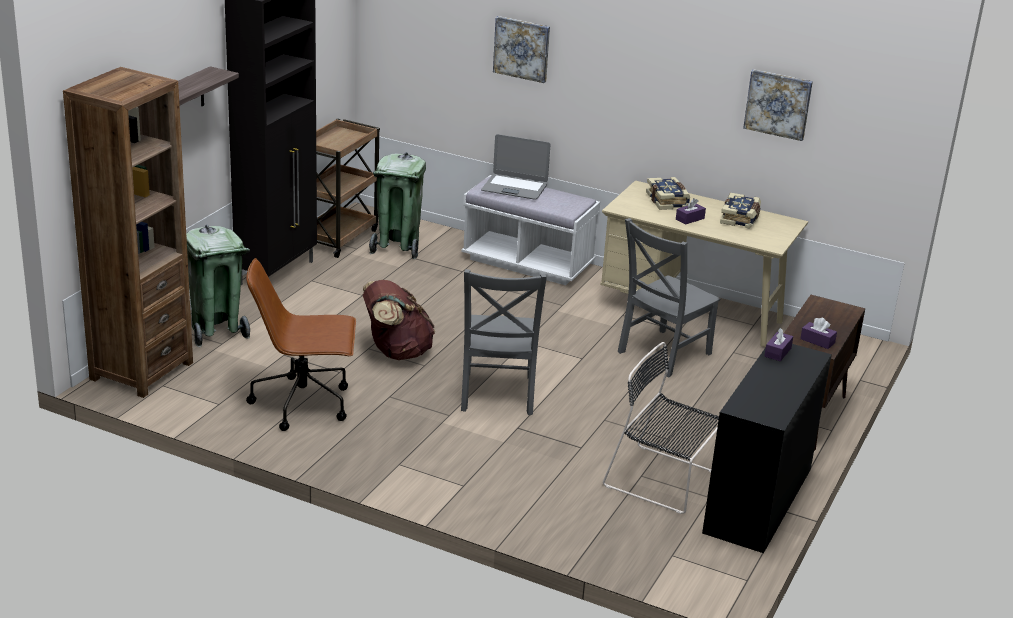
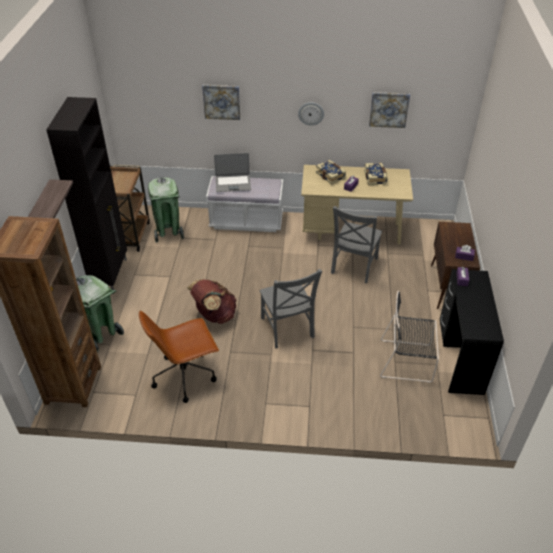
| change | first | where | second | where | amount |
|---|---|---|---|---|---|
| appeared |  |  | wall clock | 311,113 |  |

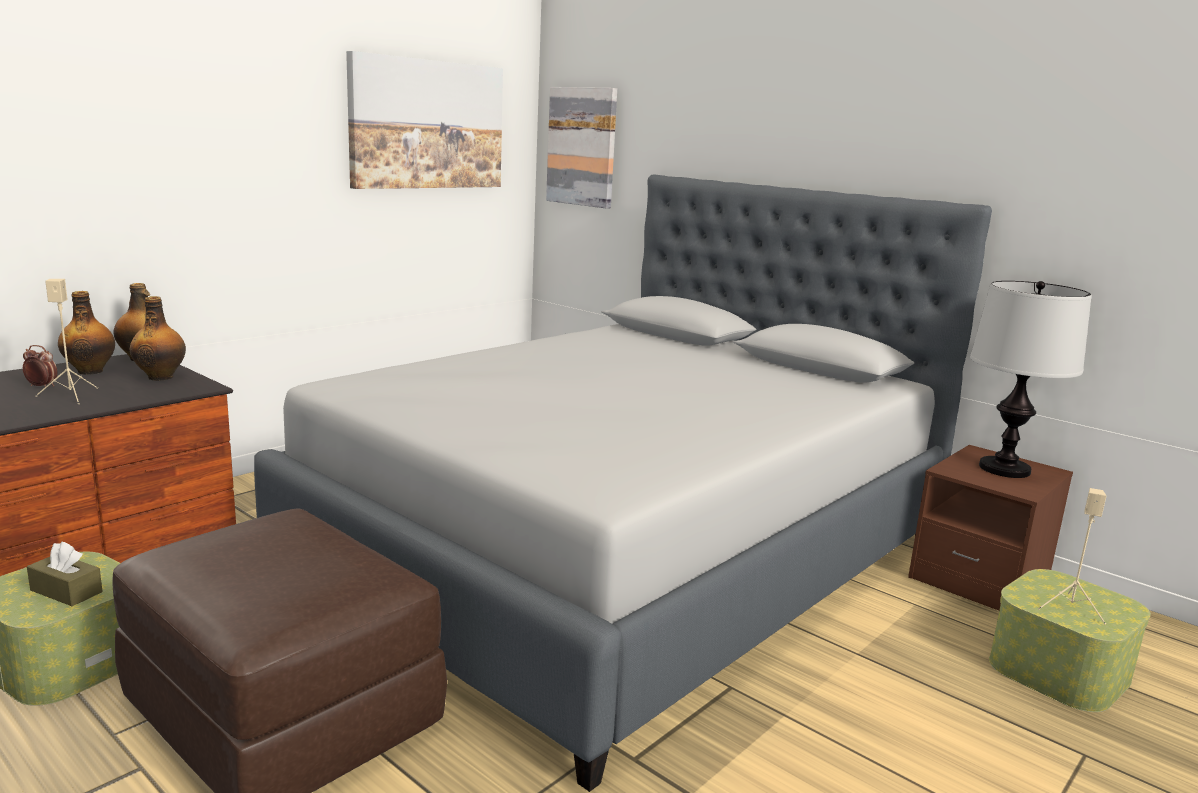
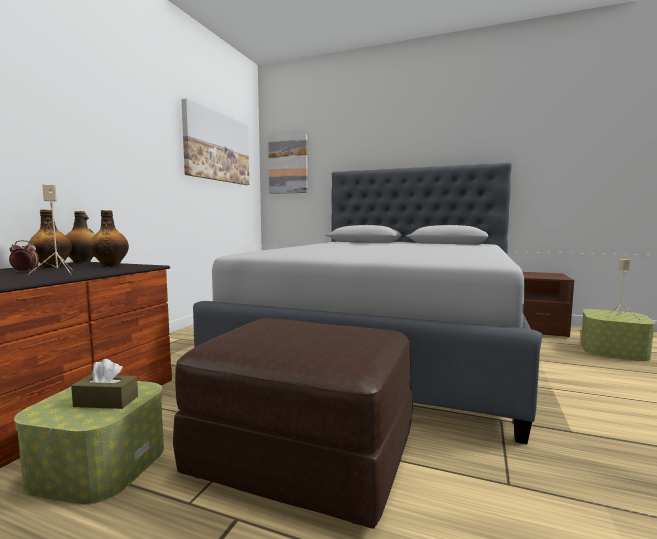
| change | first | where | second | where | amount |
|---|---|---|---|---|---|
| missing | table lamp | 1004,469 |  |  |  |

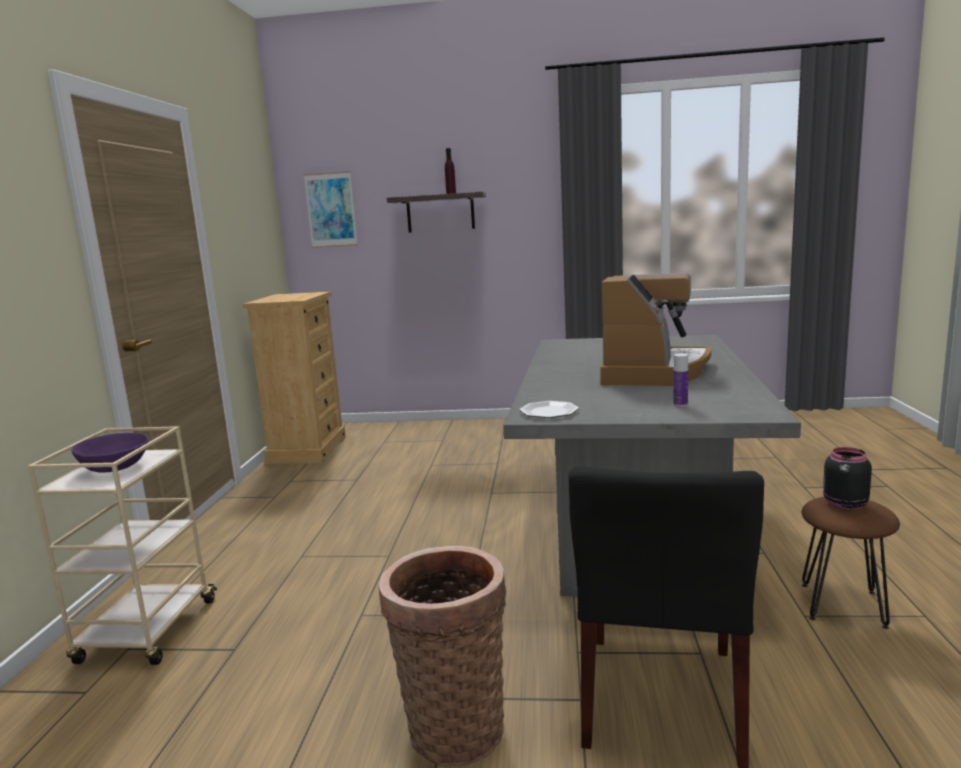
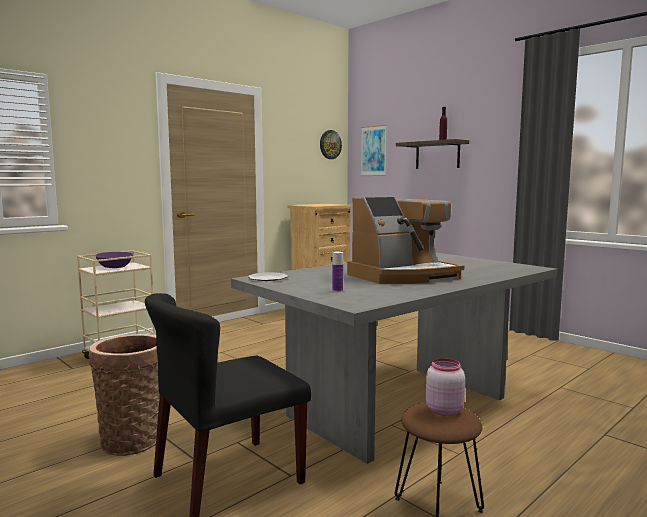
| change | first | where | second | where | amount |
|---|---|---|---|---|---|
| colour | black jar | 843,504 | pink jar | 443,410 |  |
| appeared |  |  | wall clock | 330,144 |  |

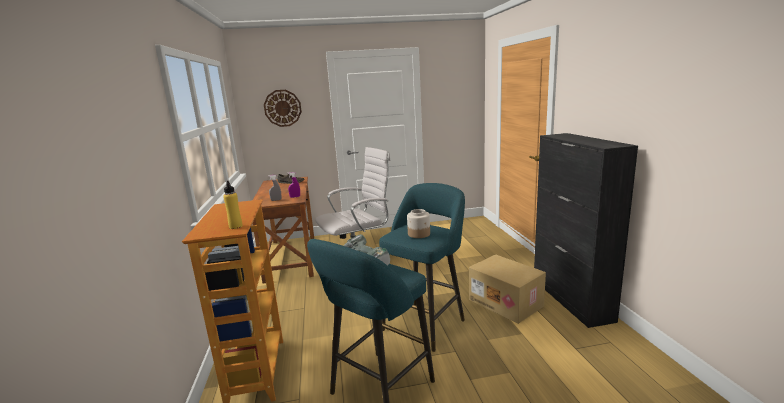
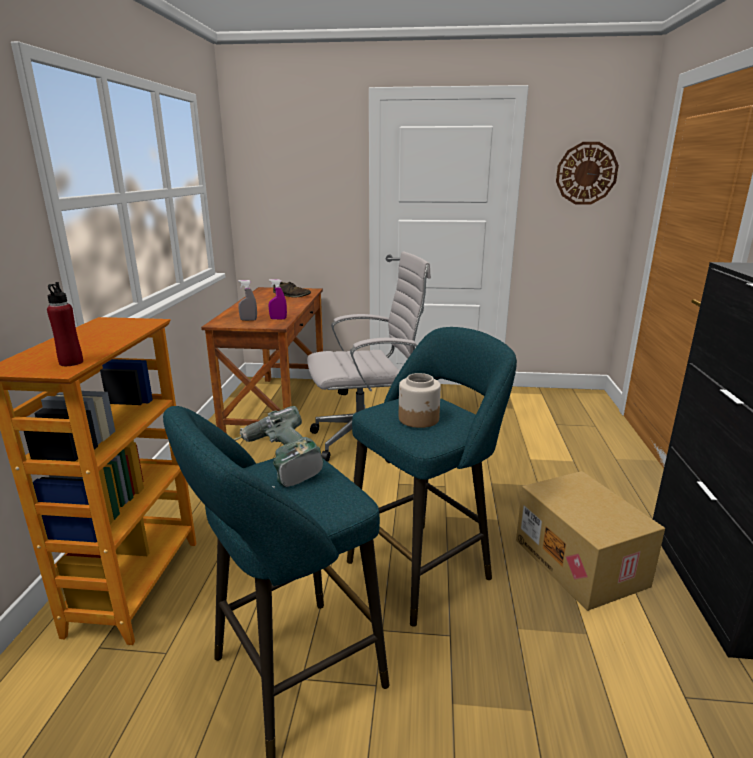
| change | first | where | second | where | amount |
|---|---|---|---|---|---|
| colour | yellow bottle | 235,226 | red bottle | 71,362 |  |
| relocated | wall clock | 282,108 |  | 586,173 |  |

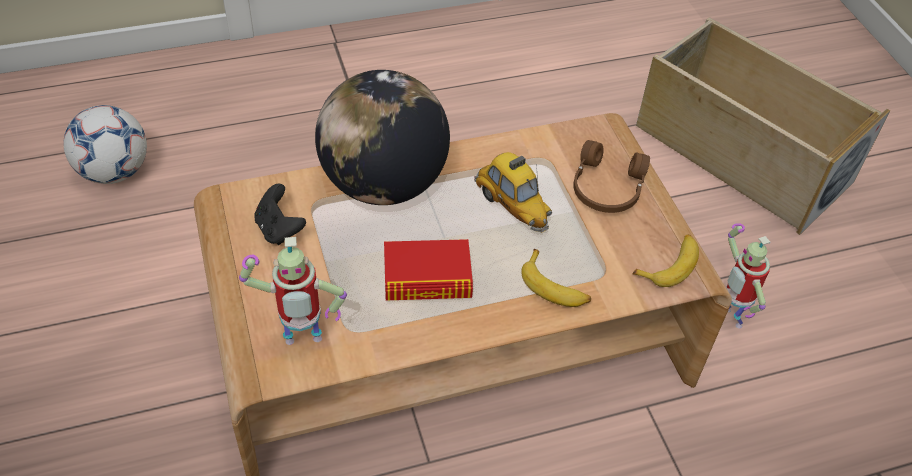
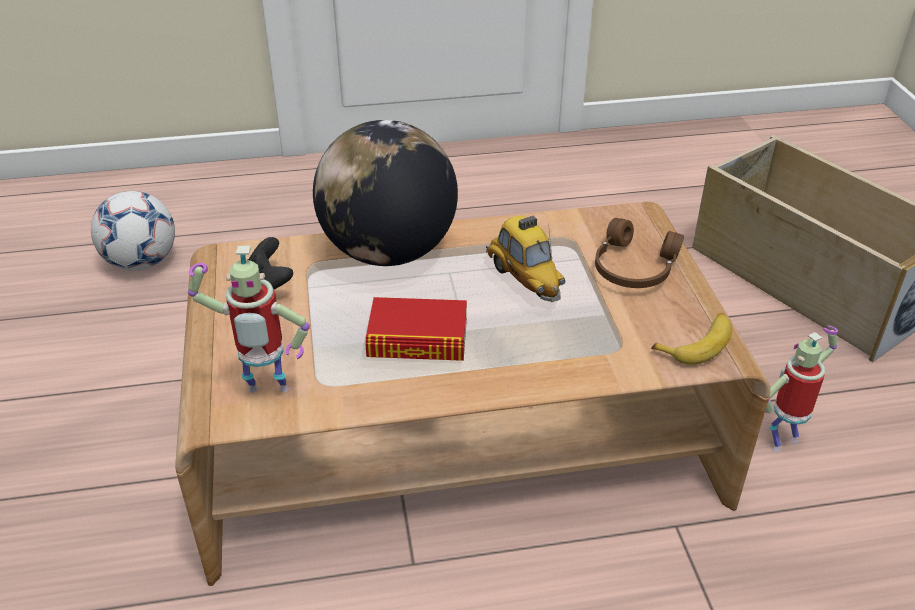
| change | first | where | second | where | amount |
|---|---|---|---|---|---|
| missing | banana | 554,287 |  |  |  |
| spun | toy robot | 728,318 |  | 782,441 | 75 degrees clockwise |

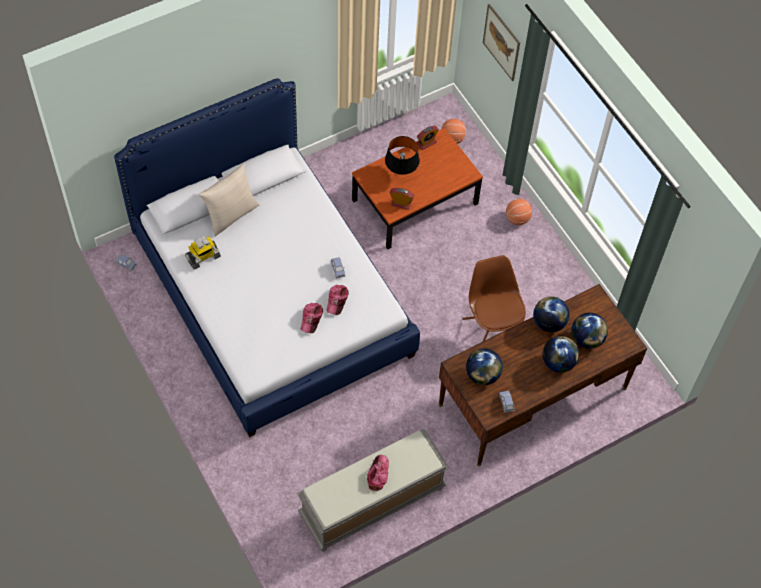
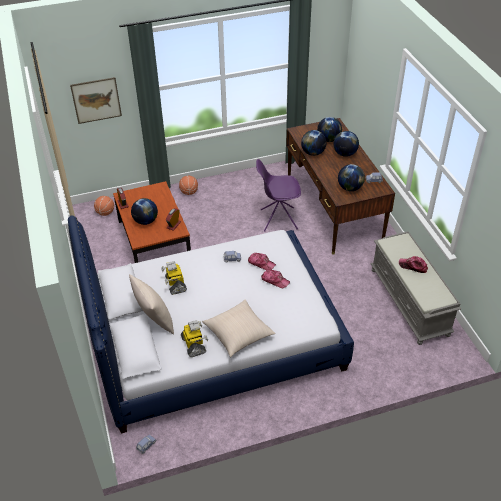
| change | first | where | second | where | amount |
|---|---|---|---|---|---|
| exchanged | black table lamp | 401,173 | globe | 145,221 |  |
| colour | brown chair | 490,331 | purple chair | 278,219 |  |
| appeared |  |  | toy robot | 175,284 |  |
| appeared |  |  | beige pillow | 238,334 |  |

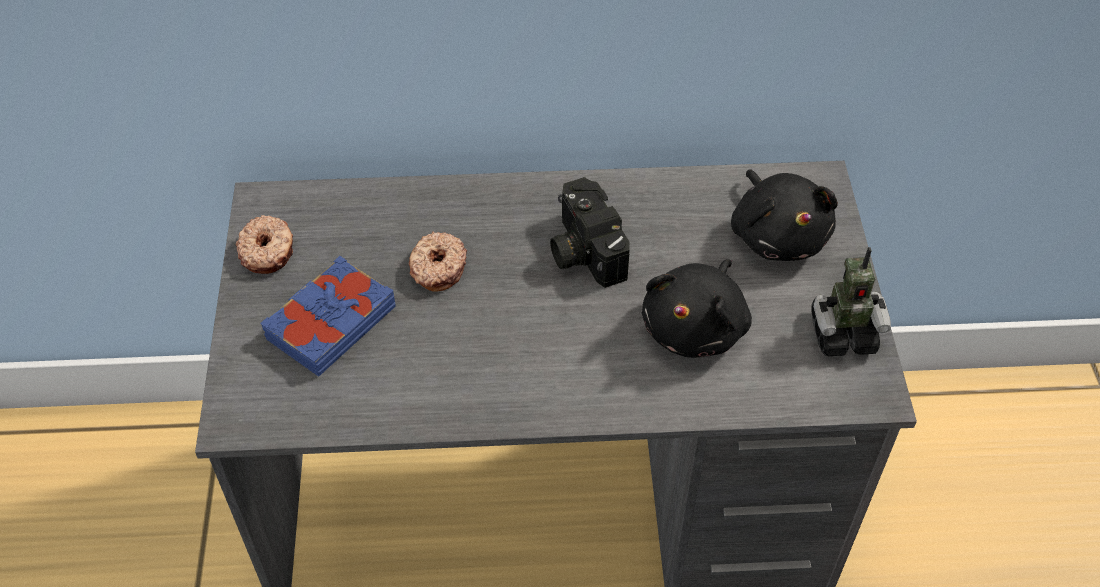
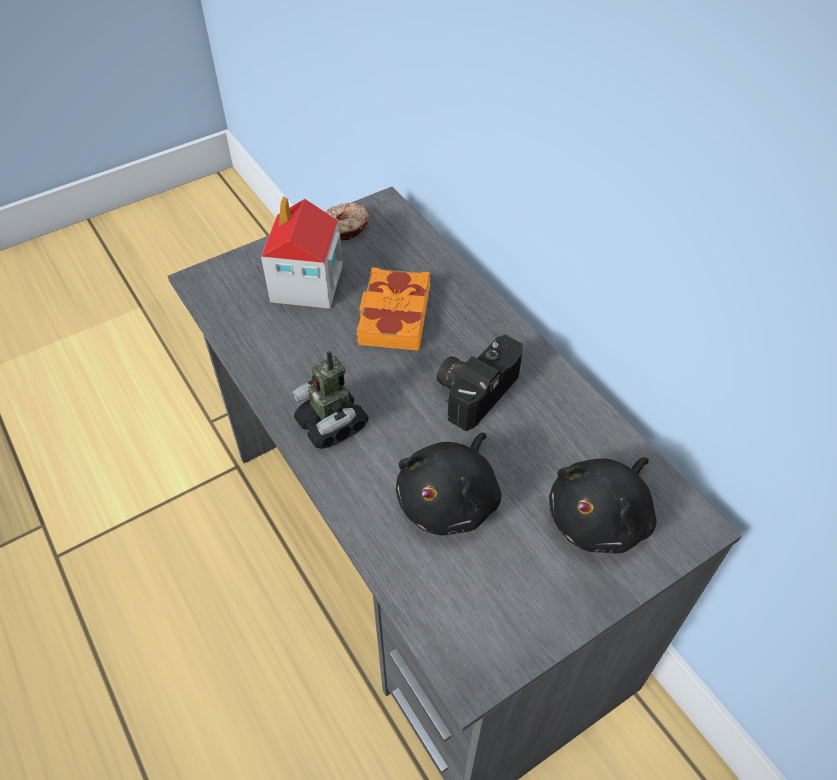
| change | first | where | second | where | amount |
|---|---|---|---|---|---|
| exchanged | blue book | 330,322 | toy house | 306,285 |  |
| exchanged | donut | 437,268 | orange book | 393,315 |  |
| spun | black plush toy | 696,327 |  | 450,500 | 60 degrees counterclockwise |
| relocated | toy robot | 842,334 |  | 332,424 |  |

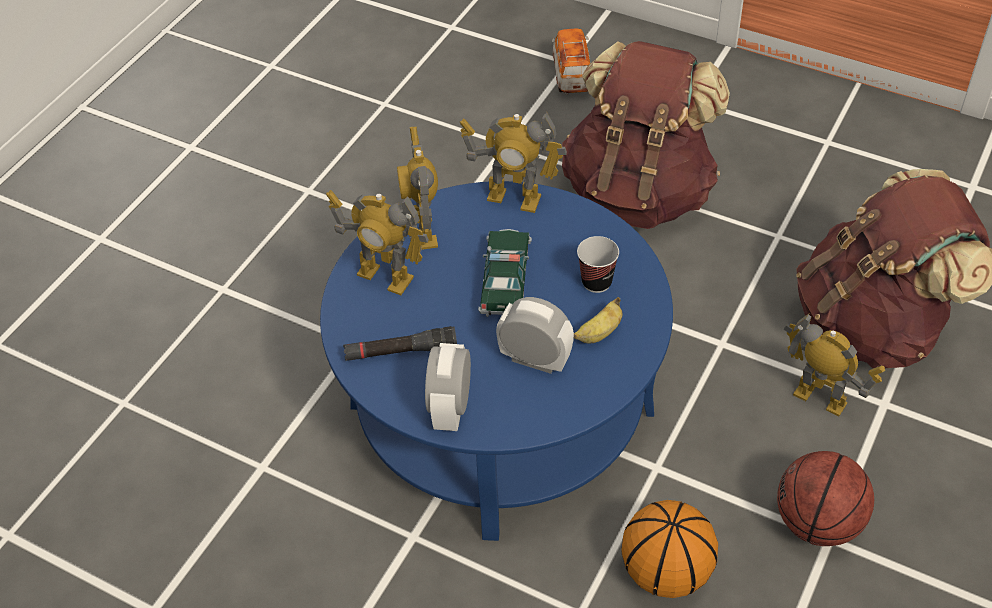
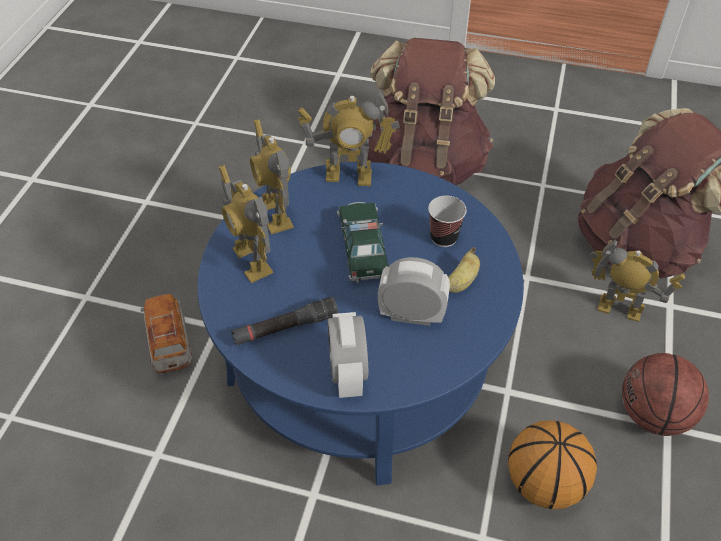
| change | first | where | second | where | amount |
|---|---|---|---|---|---|
| spun | toy robot | 385,277 |  | 252,261 | 45 degrees clockwise |
| relocated | toy car | 572,76 |  | 170,344 |  |

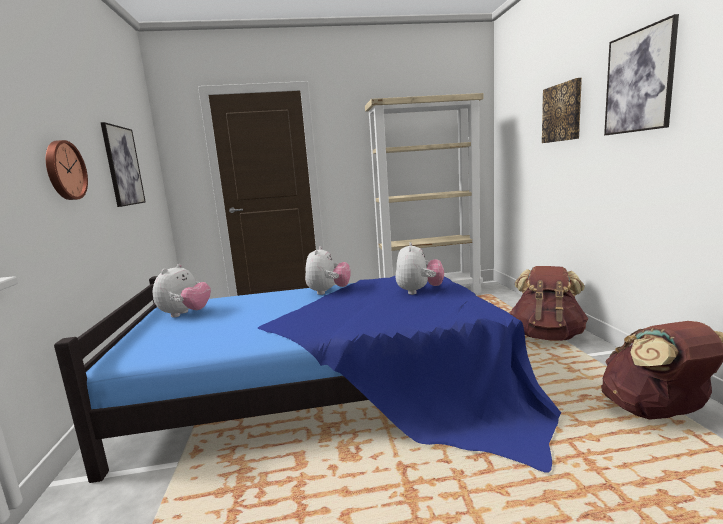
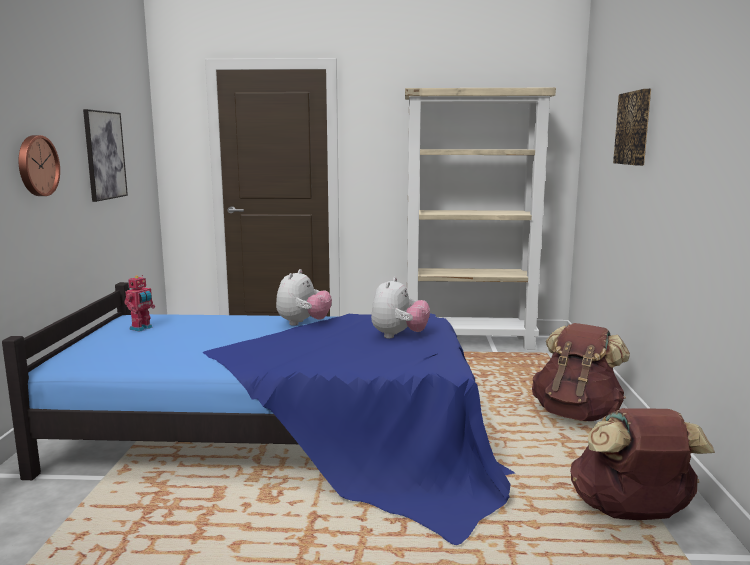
| change | first | where | second | where | amount |
|---|---|---|---|---|---|
| exchanged | plush toy | 185,314 | toy robot | 142,328 |  |
| missing | picture | 639,81 |  |  |  |

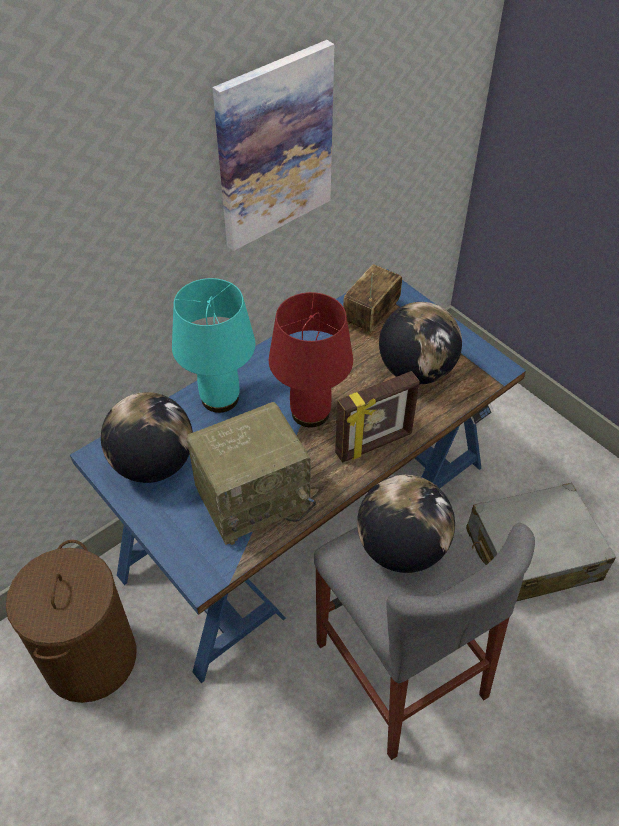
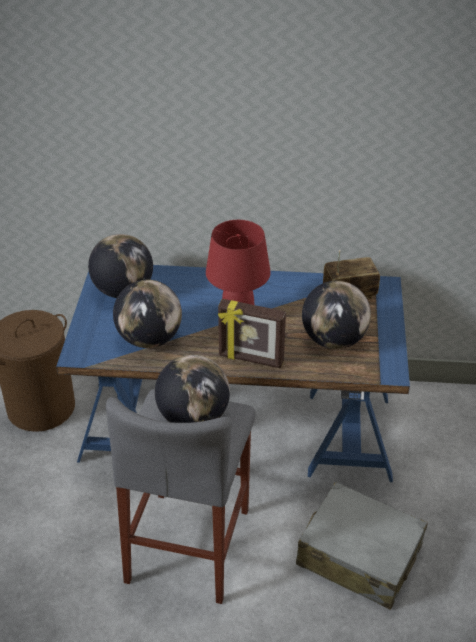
| change | first | where | second | where | amount |
|---|---|---|---|---|---|
| missing | turquoise table lamp | 220,397 |  |  |  |
| exchanged | radio | 253,498 | globe | 149,339 |  |
| missing | picture | 274,147 |  |  |  |

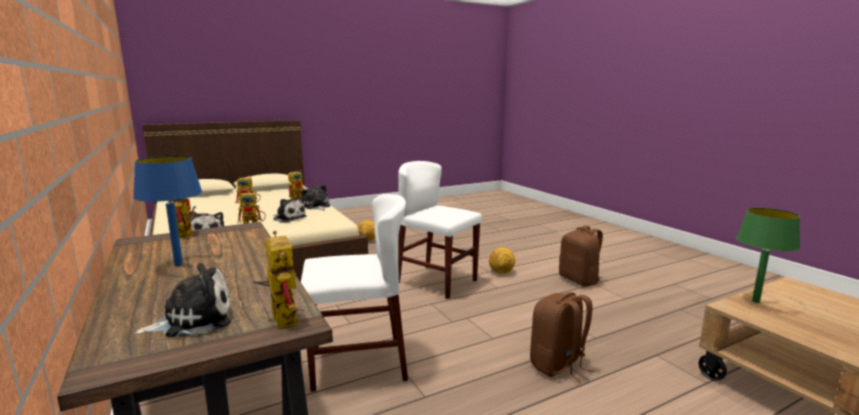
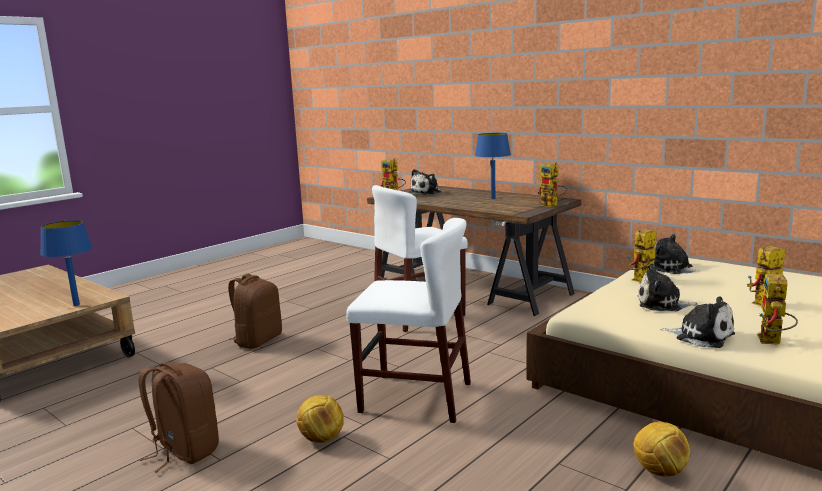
| change | first | where | second | where | amount |
|---|---|---|---|---|---|
| colour | green table lamp | 755,301 | blue table lamp | 76,305 |  |

